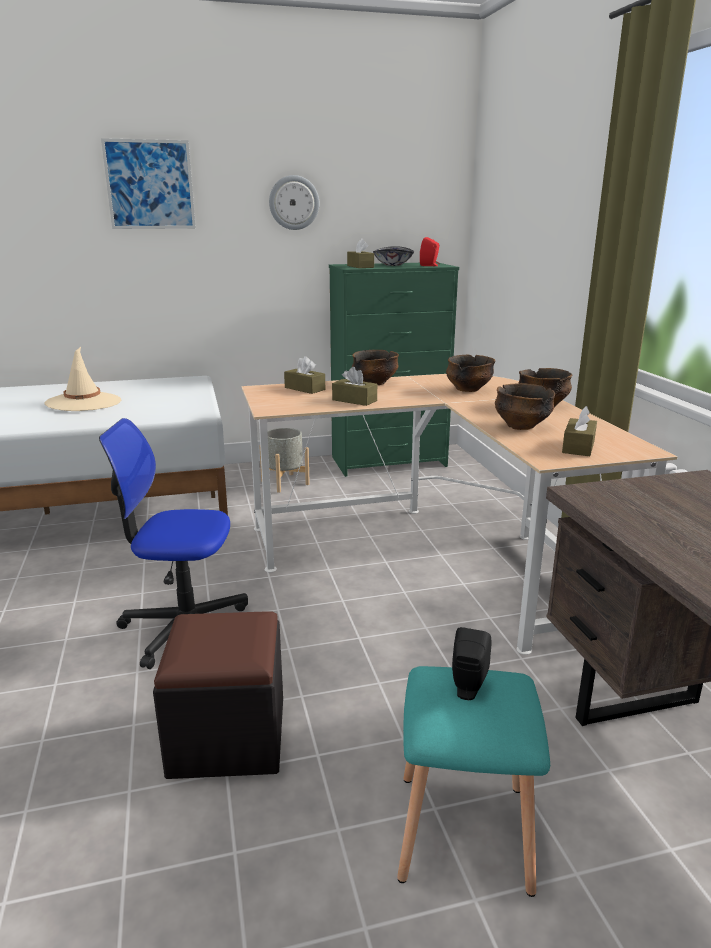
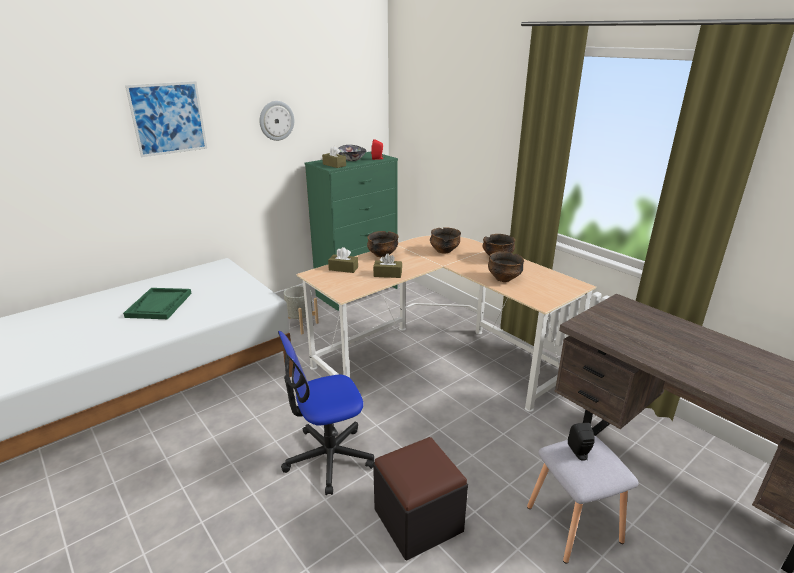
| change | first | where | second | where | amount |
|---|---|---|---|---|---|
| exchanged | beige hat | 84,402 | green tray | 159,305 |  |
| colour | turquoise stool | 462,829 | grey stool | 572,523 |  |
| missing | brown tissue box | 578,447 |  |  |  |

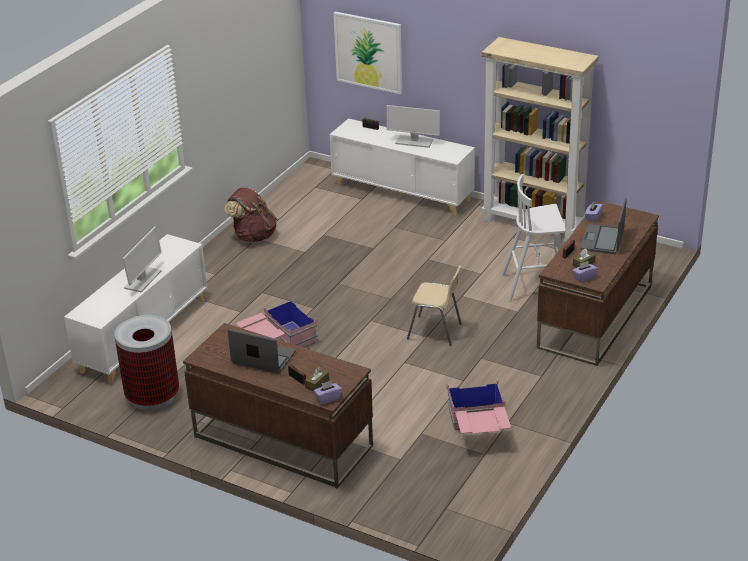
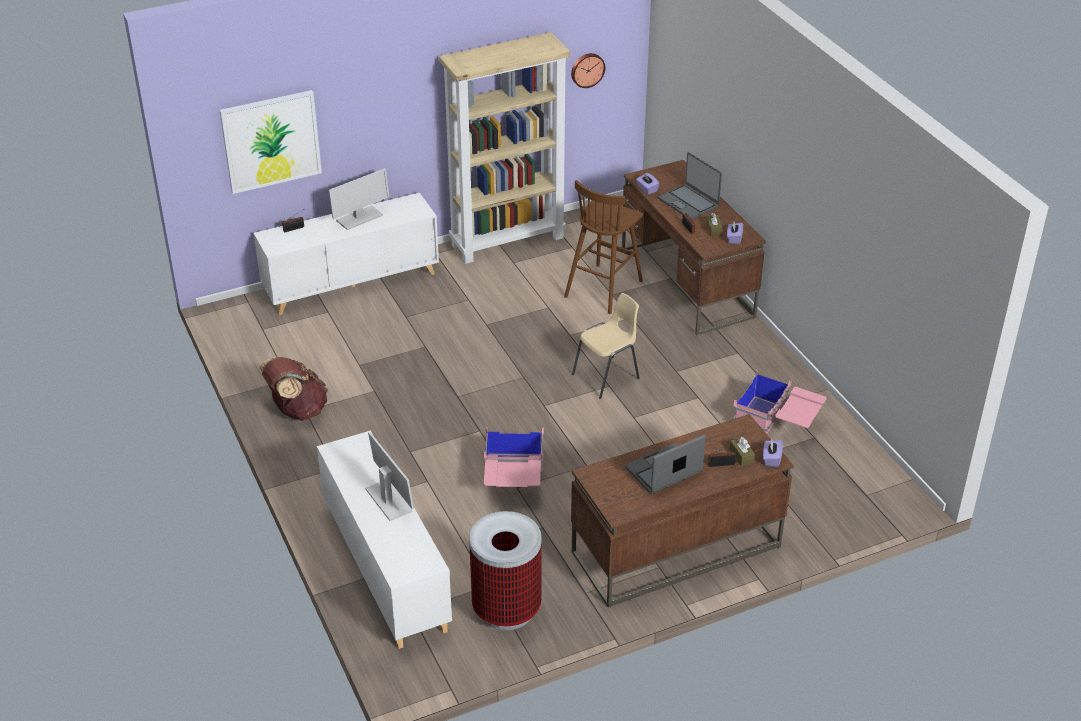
| change | first | where | second | where | amount |
|---|---|---|---|---|---|
| colour | white stool | 536,285 | brown stool | 604,288 |  |
| appeared |  |  | wall clock | 587,69 |  |

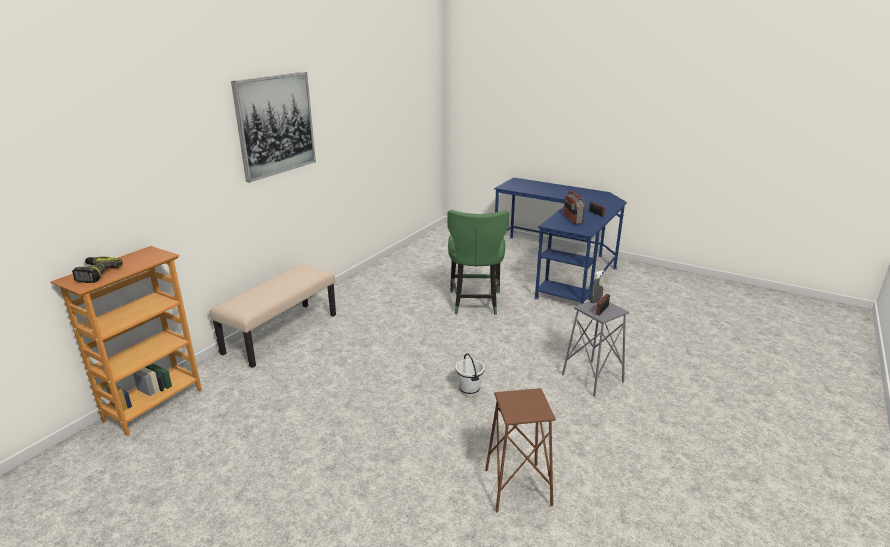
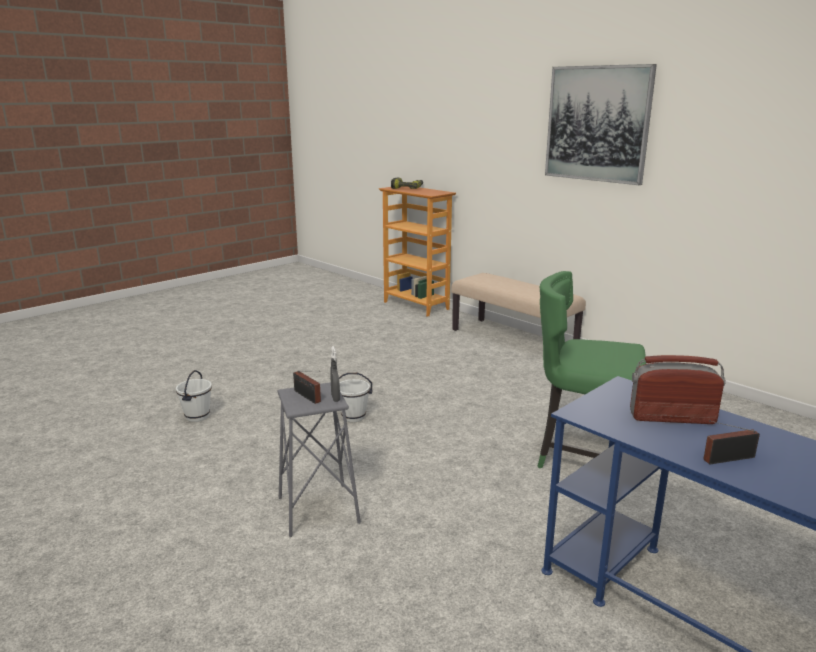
| change | first | where | second | where | amount |
|---|---|---|---|---|---|
| exchanged | brown stool | 517,487 | white bucket | 197,416 |  |

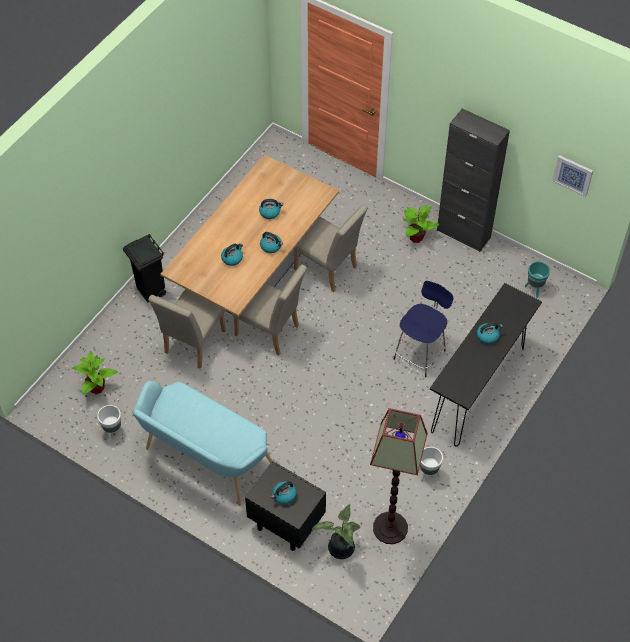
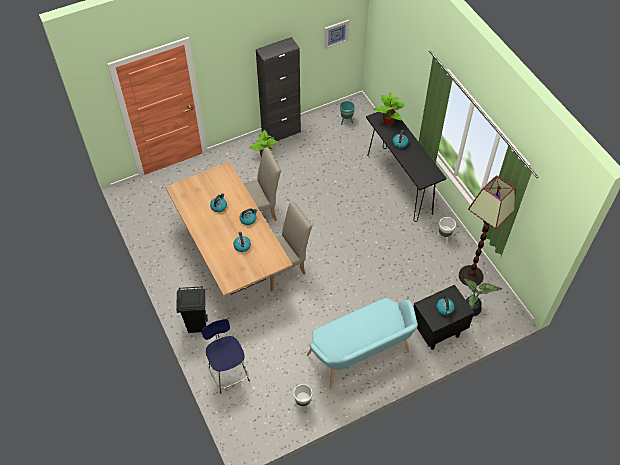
| change | first | where | second | where | amount |
|---|---|---|---|---|---|
| relocated | potted plant | 97,388 |  | 389,121 |  |
| missing | beige chair | 192,345 |  |  |  |
| relocated | blue stool | 420,353 |  | 228,372 |  |

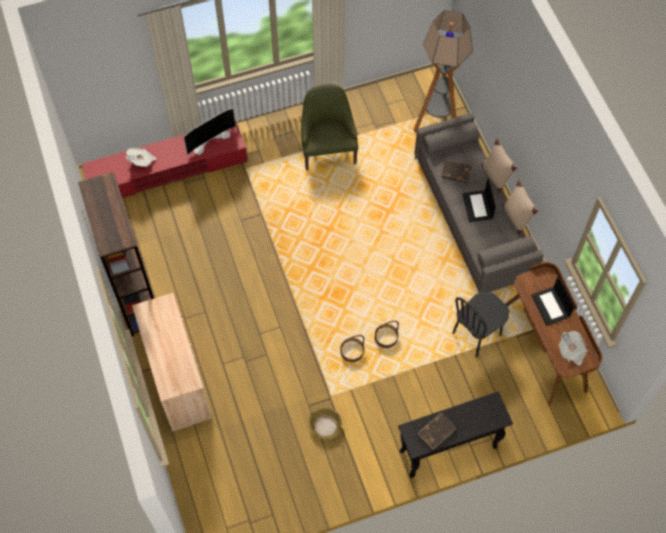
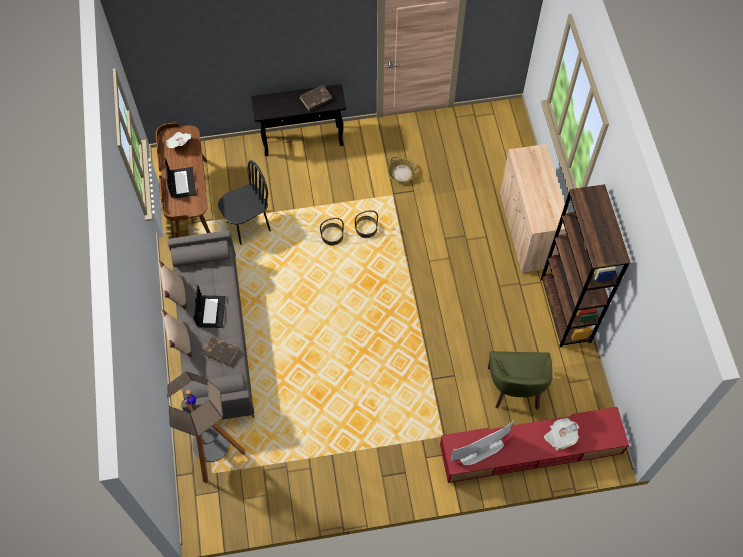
| change | first | where | second | where | amount |
|---|---|---|---|---|---|
| relocated | green armchair | 328,150 |  | 516,388 |  |

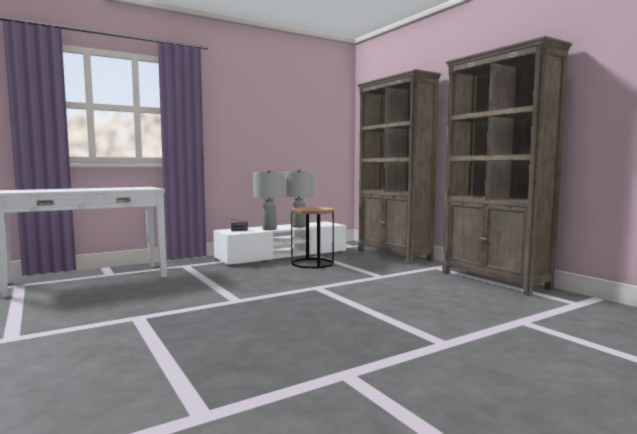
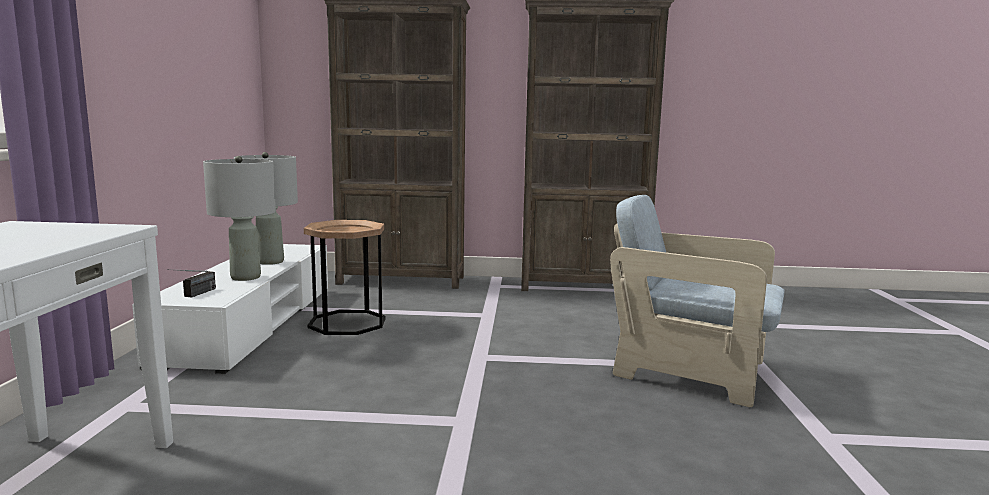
| change | first | where | second | where | amount |
|---|---|---|---|---|---|
| appeared |  |  | beige armchair | 691,372 |  |

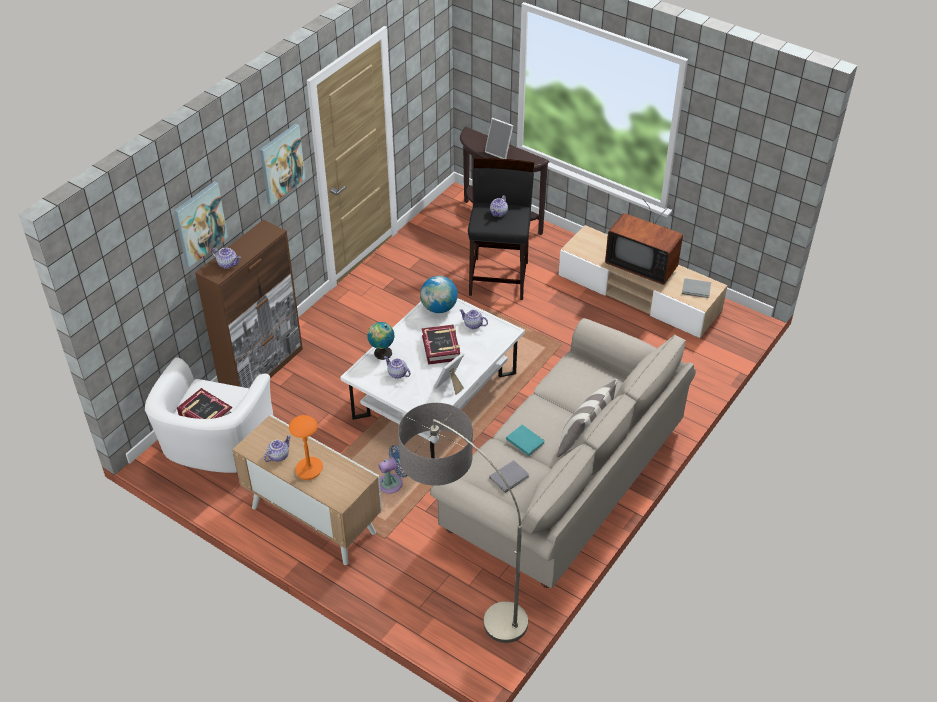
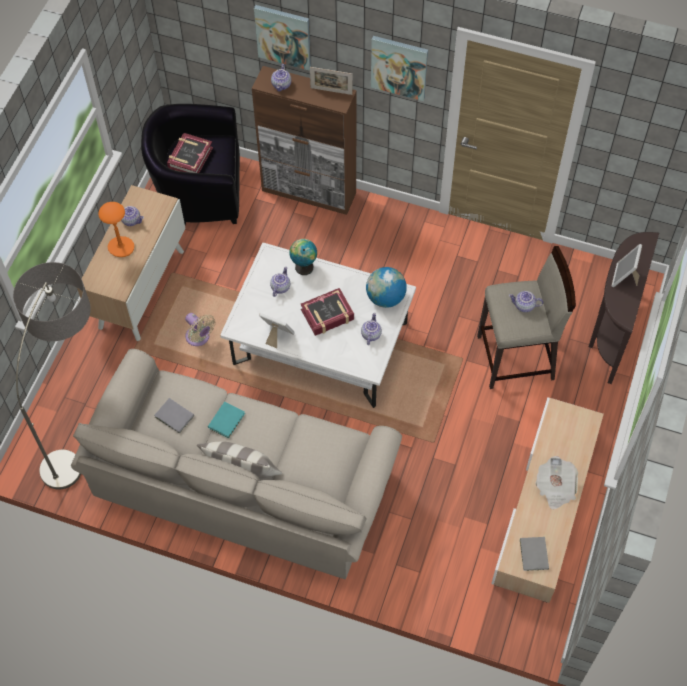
| change | first | where | second | where | amount |
|---|---|---|---|---|---|
| colour | white armchair | 216,452 | black armchair | 199,192 |  |
| colour | blue fan | 393,483 | beige fan | 199,338 |  |
| colour | black stool | 499,278 | beige stool | 516,358 |  |
| exchanged | television | 642,264 | newspaper | 555,488 |  |
| appeared |  |  | picture frame | 331,91 |  |

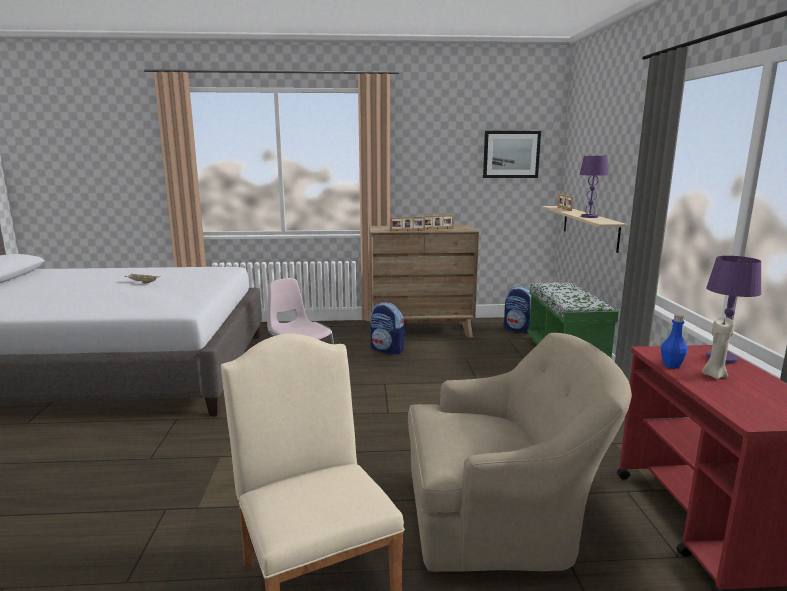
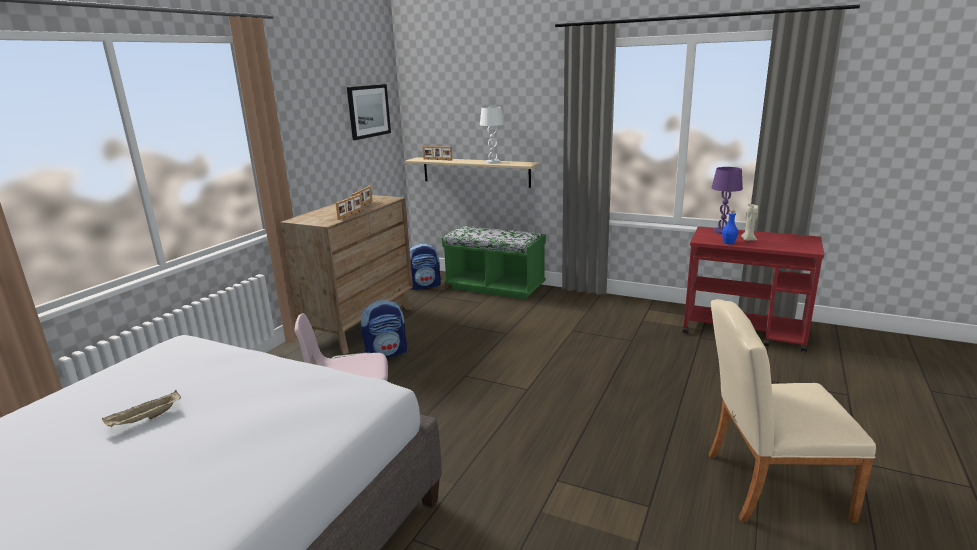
| change | first | where | second | where | amount |
|---|---|---|---|---|---|
| missing | beige armchair | 503,517 |  |  |  |
| colour | purple table lamp | 589,217 | white table lamp | 493,162 |  |

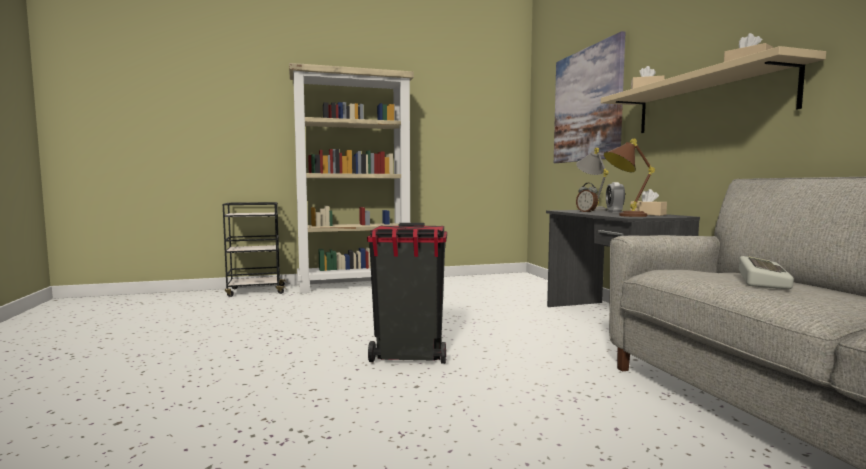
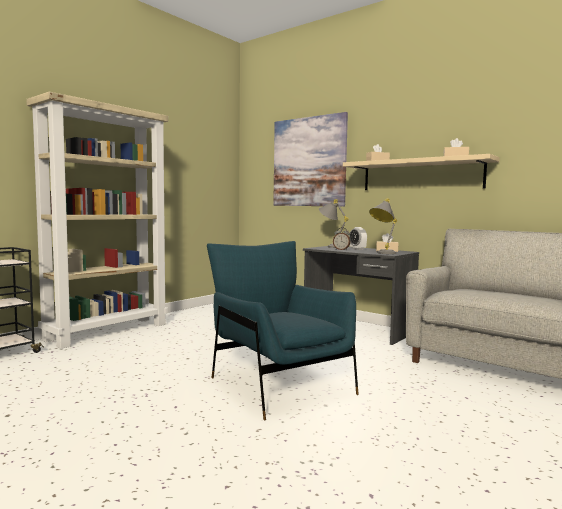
| change | first | where | second | where | amount |
|---|---|---|---|---|---|
| exchanged | black trash can | 409,355 | blue armchair | 279,384 |  |
| colour | brown table lamp | 623,216 | grey table lamp | 382,253 |  |
| missing | keyboard | 760,279 |  |  |  |

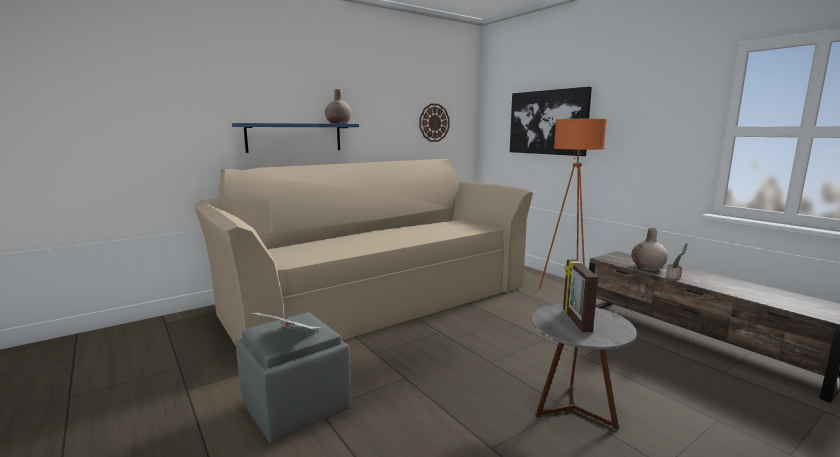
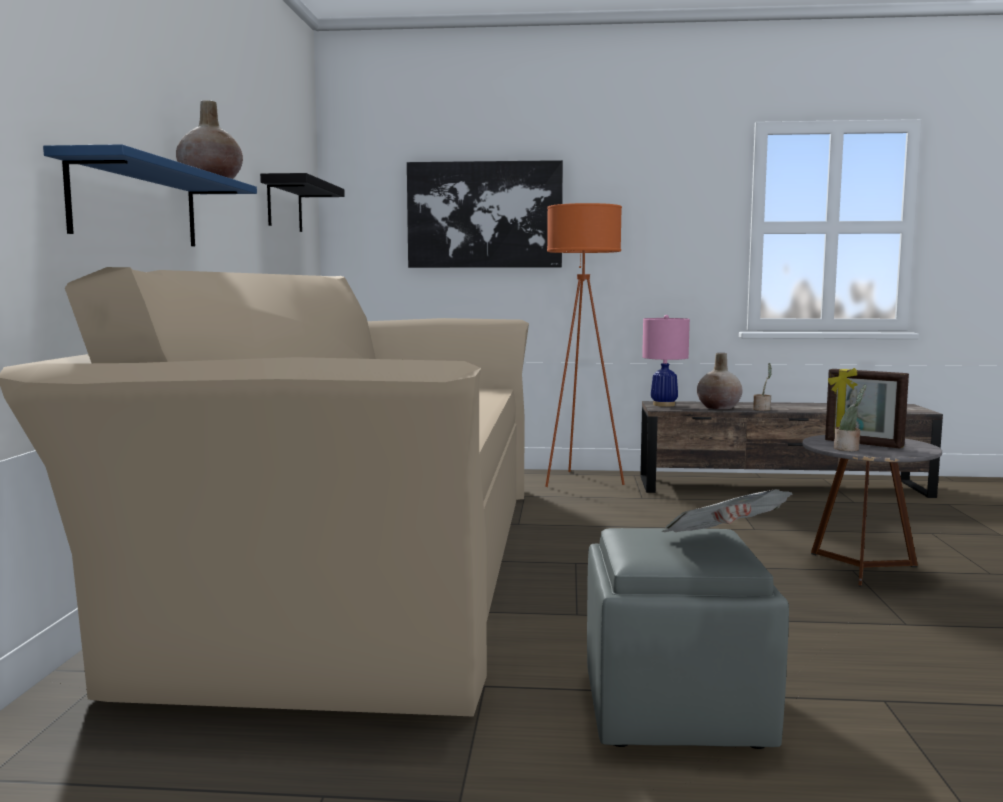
| change | first | where | second | where | amount |
|---|---|---|---|---|---|
| exchanged | wall clock | 434,122 | black shelf | 284,205 |  |
| appeared |  |  | pink table lamp | 663,405 |  |
| appeared |  |  | potted plant | 848,449 |  |

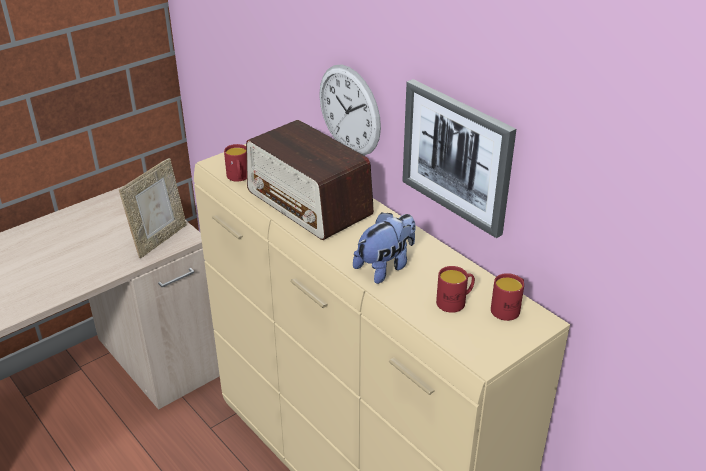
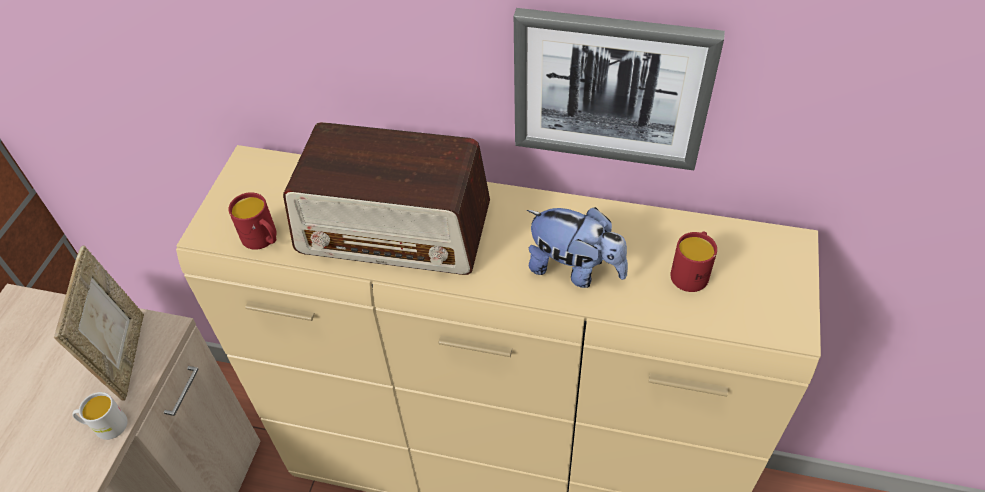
| change | first | where | second | where | amount |
|---|---|---|---|---|---|
| missing | wall clock | 349,110 |  |  |  |
| spun | plush toy | 385,267 |  | 574,269 | 105 degrees clockwise |
| missing | red mug | 508,308 |  |  |  |
| appeared |  |  | white mug | 105,426 |  |

